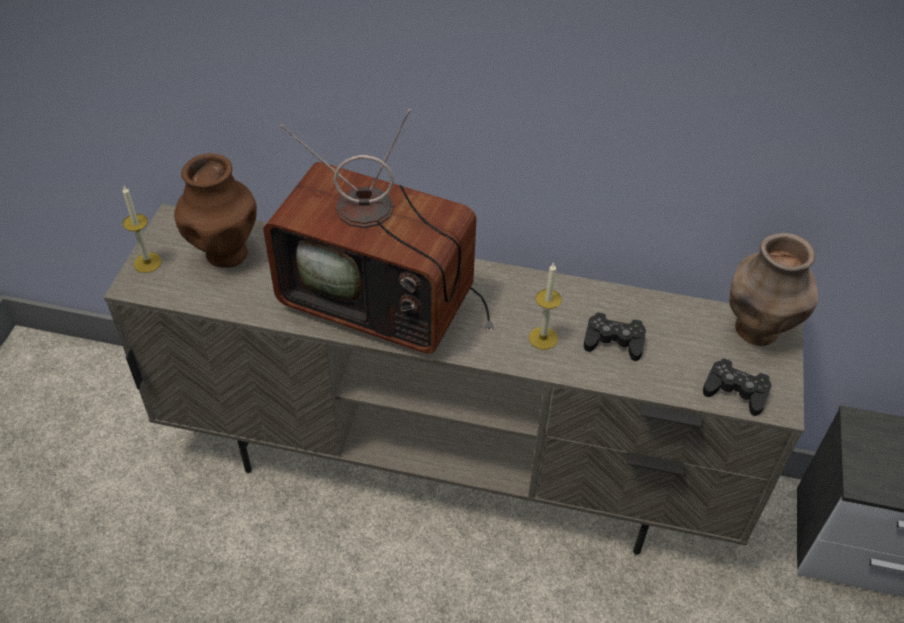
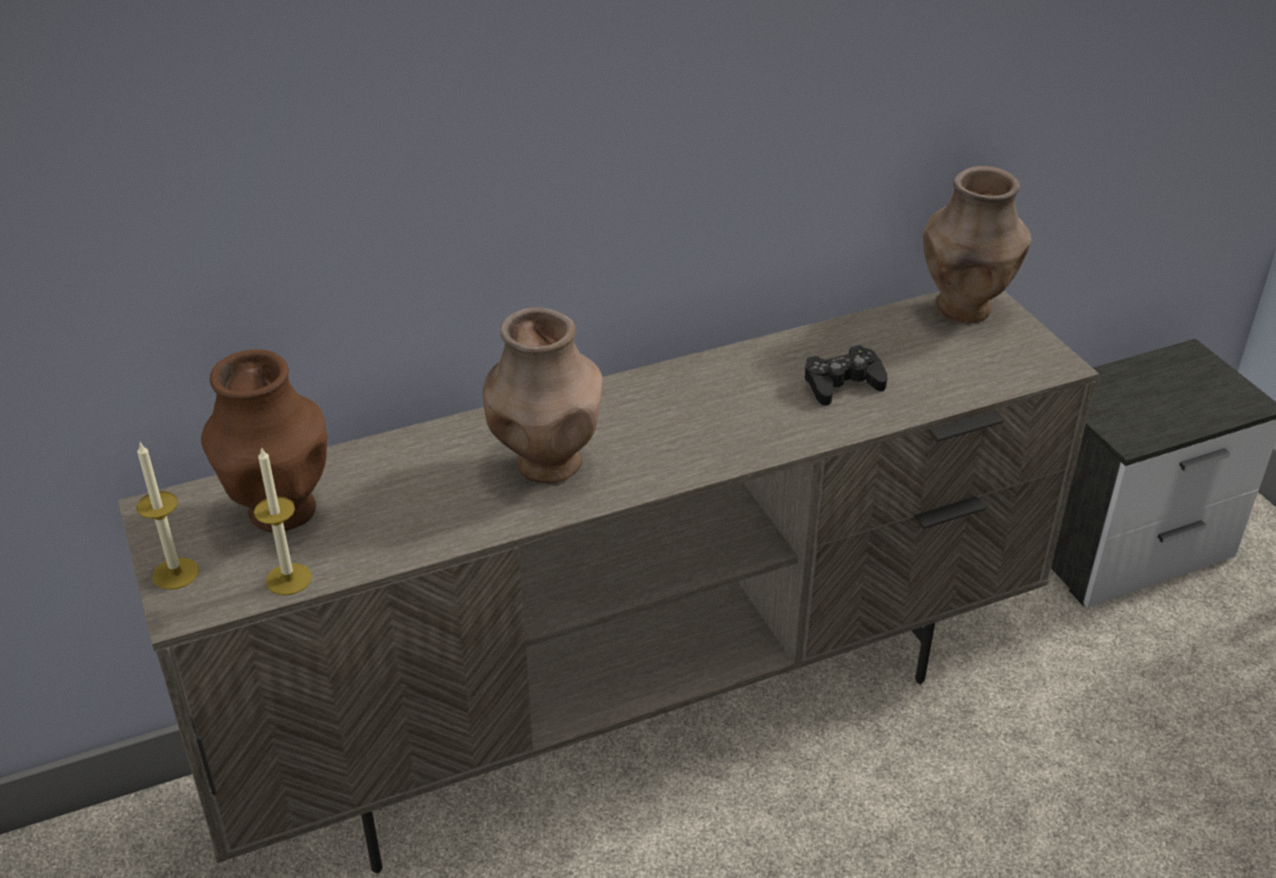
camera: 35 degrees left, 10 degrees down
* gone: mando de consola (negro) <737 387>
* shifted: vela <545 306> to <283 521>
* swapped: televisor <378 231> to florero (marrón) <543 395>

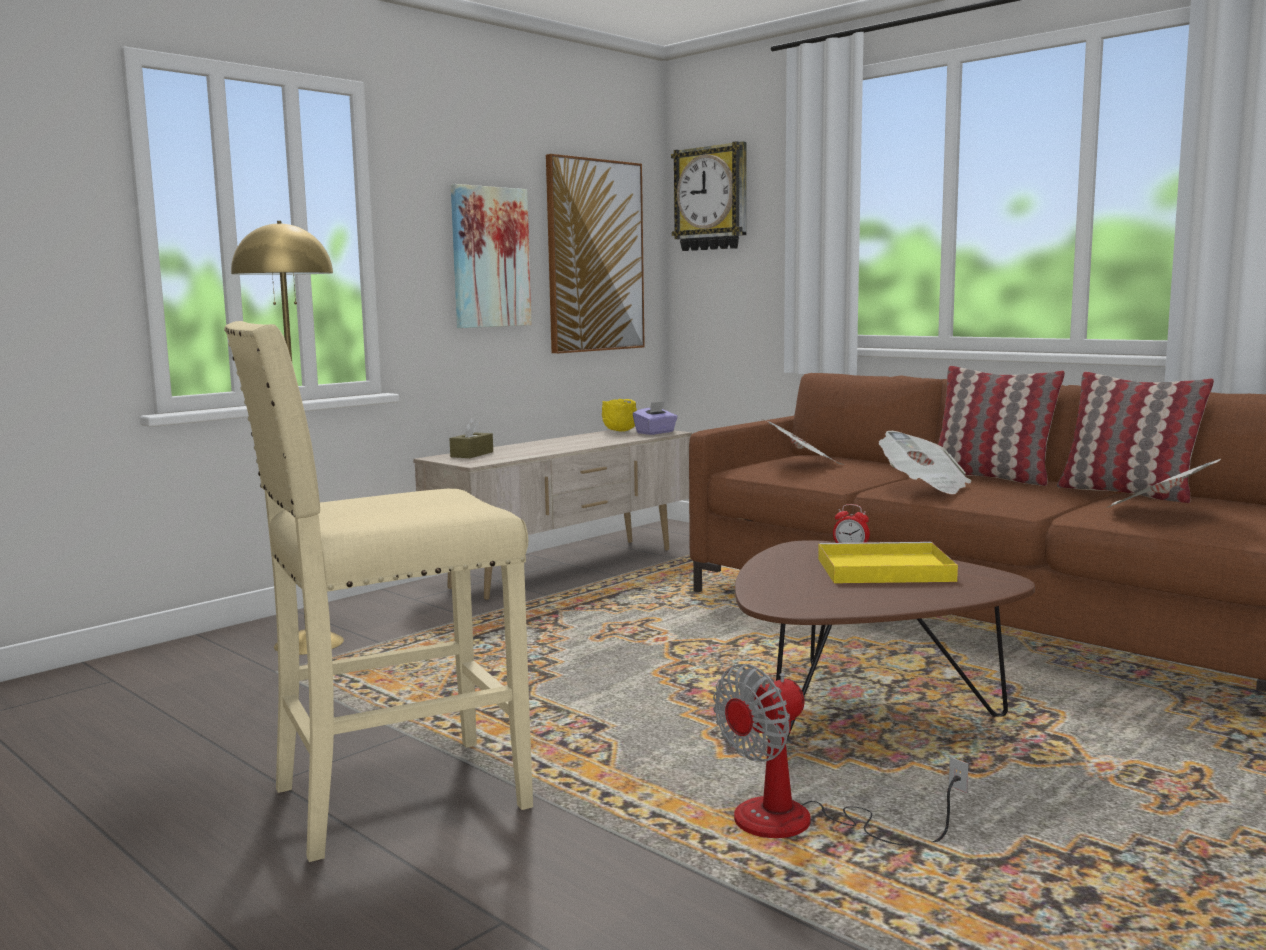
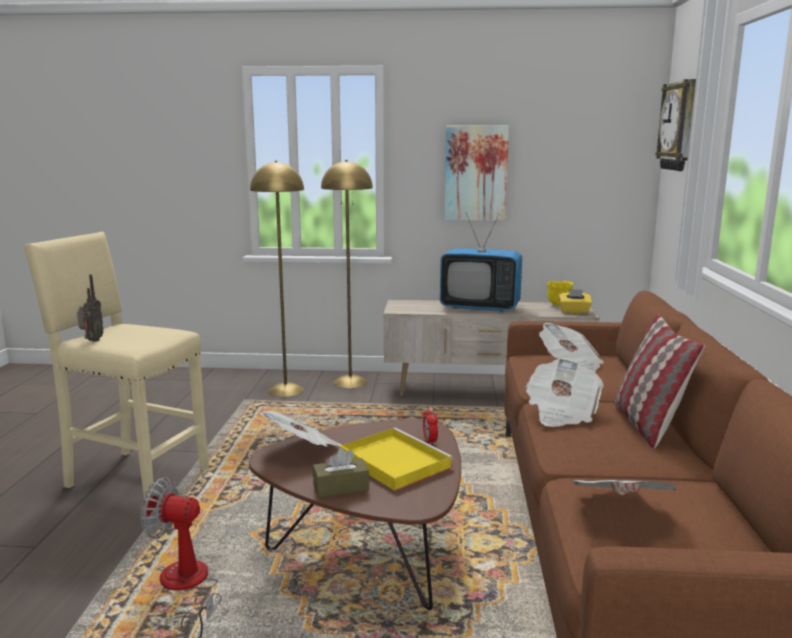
camera: 50 degrees right, 5 degrees up
* gone: cuadro <595 254>
* gone: cojín <1135 437>
* new: radio <90 308>
* new: periódico <300 429>
* new: lámpara de pie (amarillo) <347 274>
* new: televisor <481 262>
* shifted: caja de pañuelos (marrón) <471 437> to <341 473>
* repainted: caja de pañuelos (morado) <655 418> to caja de pañuelos (amarillo) <575 301>

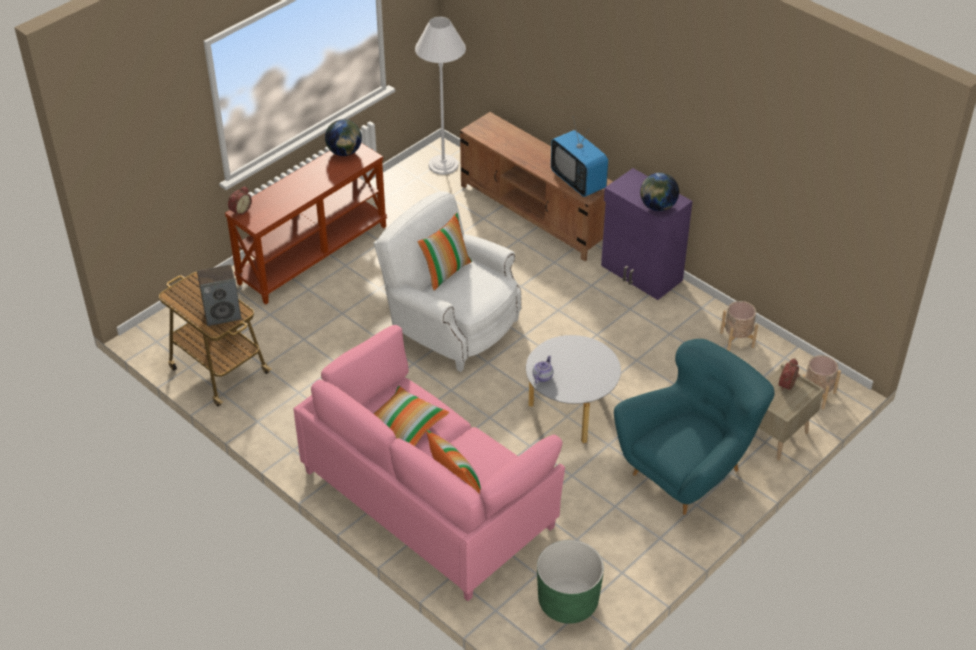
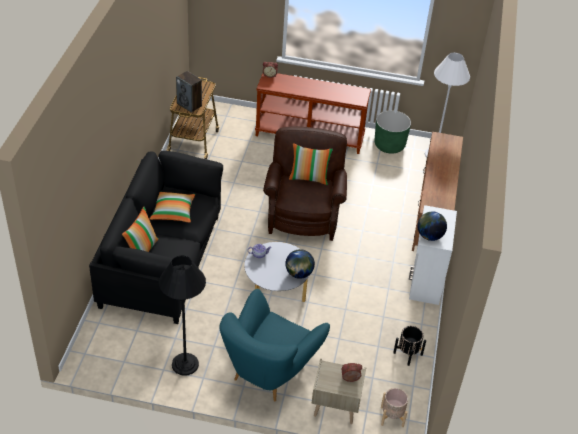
camera: 55 degrees right, 0 degrees up
* gone: televisor <579 156>
* new: lámpara de pie (negro) <182 315>
* shifted: globo terráqueo <343 137> to <300 264>
* shifted: maceta (verde) <570 582> to <392 132>
* repainted: sofá (rosa) <429 463> to sofá (negro) <156 237>
* repainted: sillón (blanco) <447 281> to sillón (marrón) <305 183>
* repainted: armario (morado) <647 234> to armario (blanco) <433 255>
* repainted: maceta (beis) <739 326> to maceta (negro) <409 346>
* rotated: sillón (turquesa) <694 427> = <274 345> 105 degrees clockwise

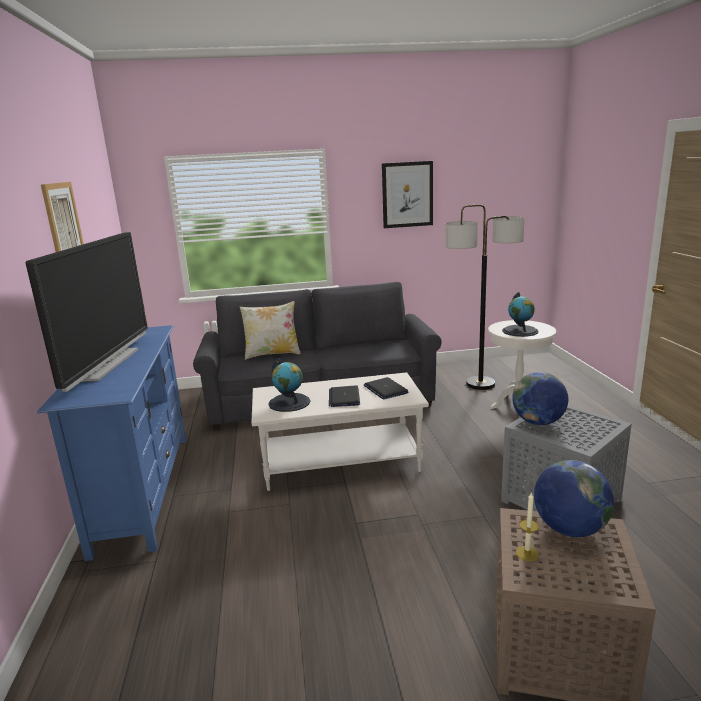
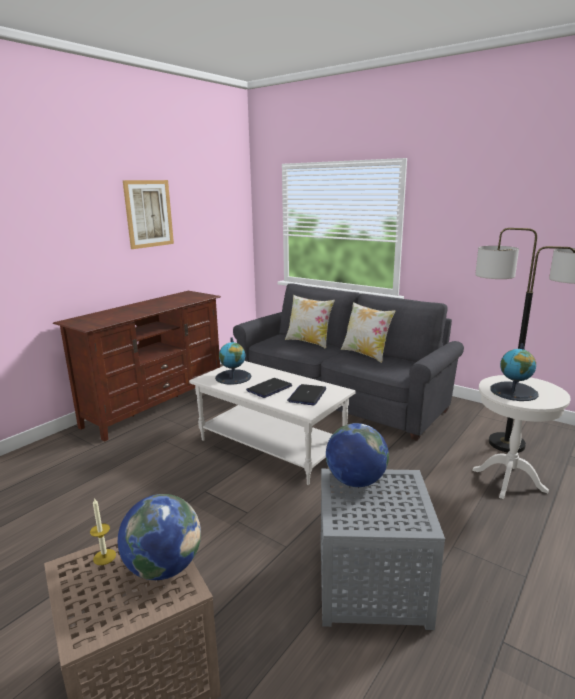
camera: 45 degrees right, 0 degrees up
* gone: televisor <87 312>
* gone: cuadro <407 194>
* new: cojín <368 332>
* repainted: mueble de televisión (azul) <111 443> to mueble de televisión (marrón) <137 366>

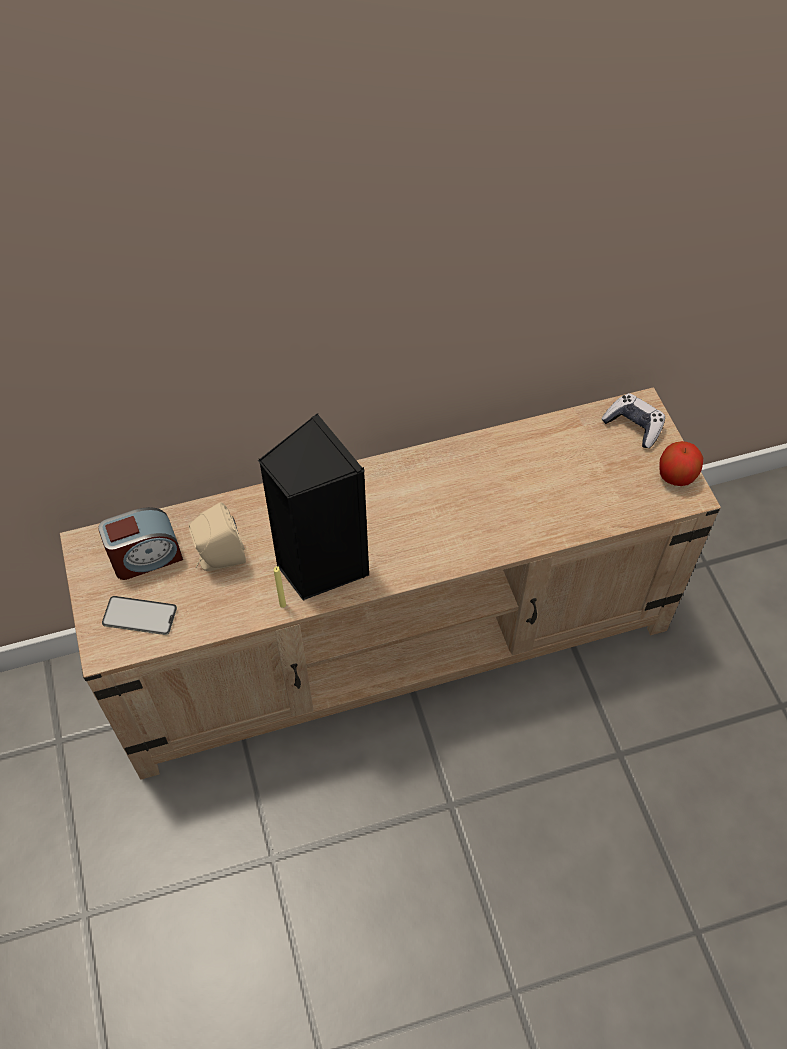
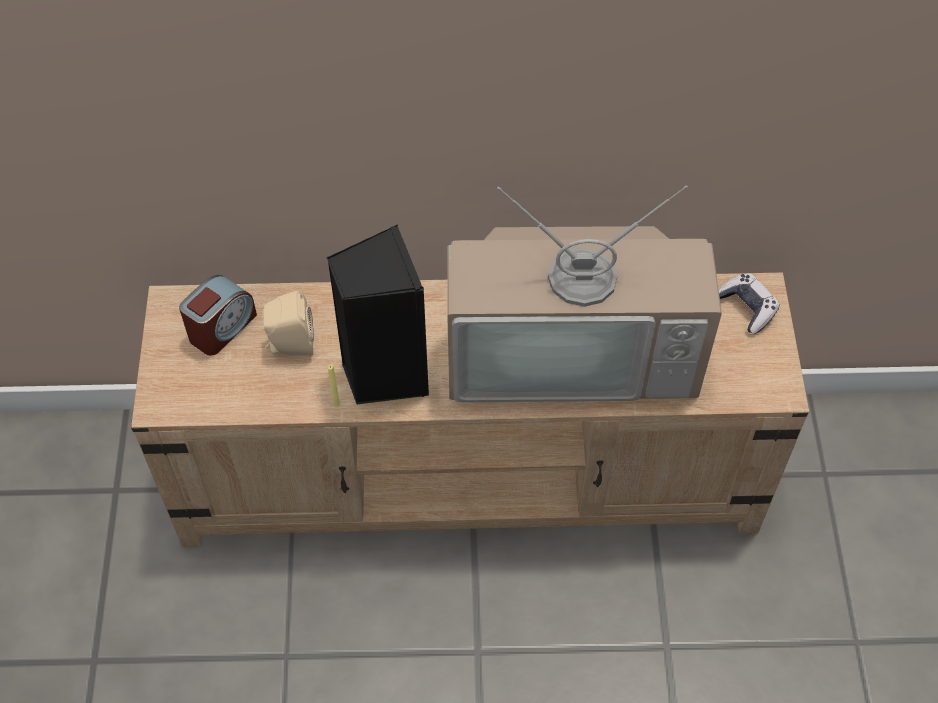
camera: 15 degrees right, 0 degrees up
* gone: móvil <139 615>
* gone: manzana <681 463>
* new: televisor <584 293>
* rotated: despertador <140 543> = <218 315> 45 degrees counterclockwise

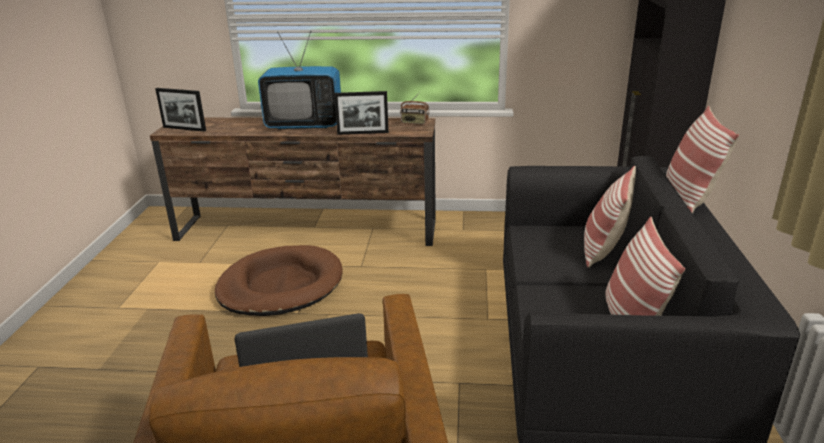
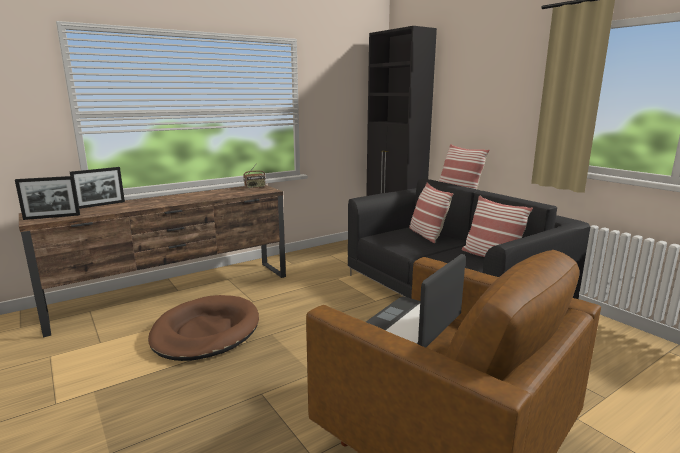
camera: 40 degrees left, 10 degrees down
* gone: televisor <299 80>
* shifted: portarretratos <361 113> to <97 188>

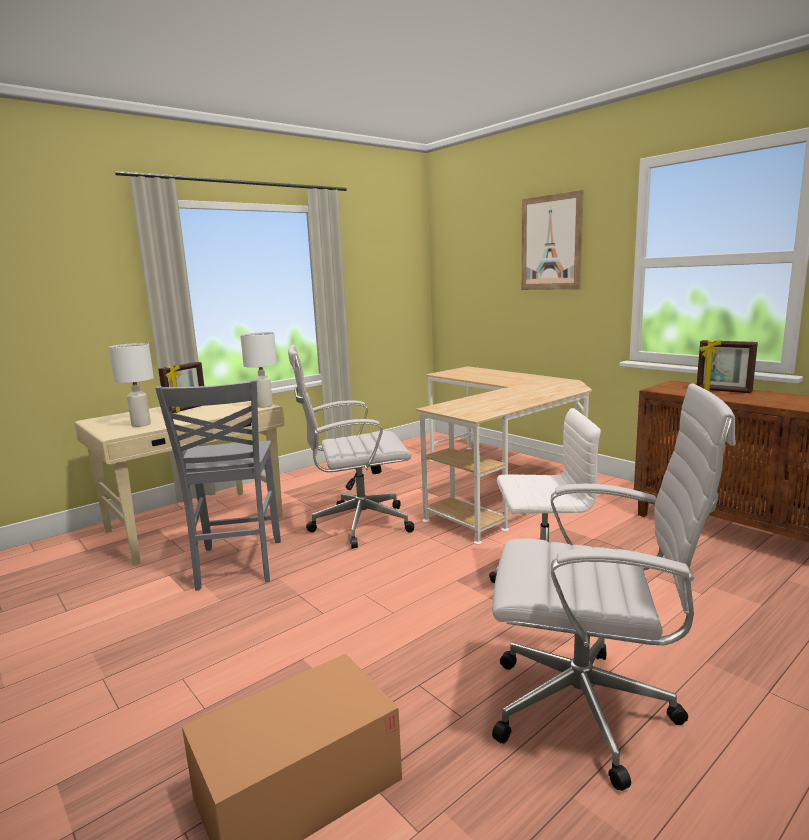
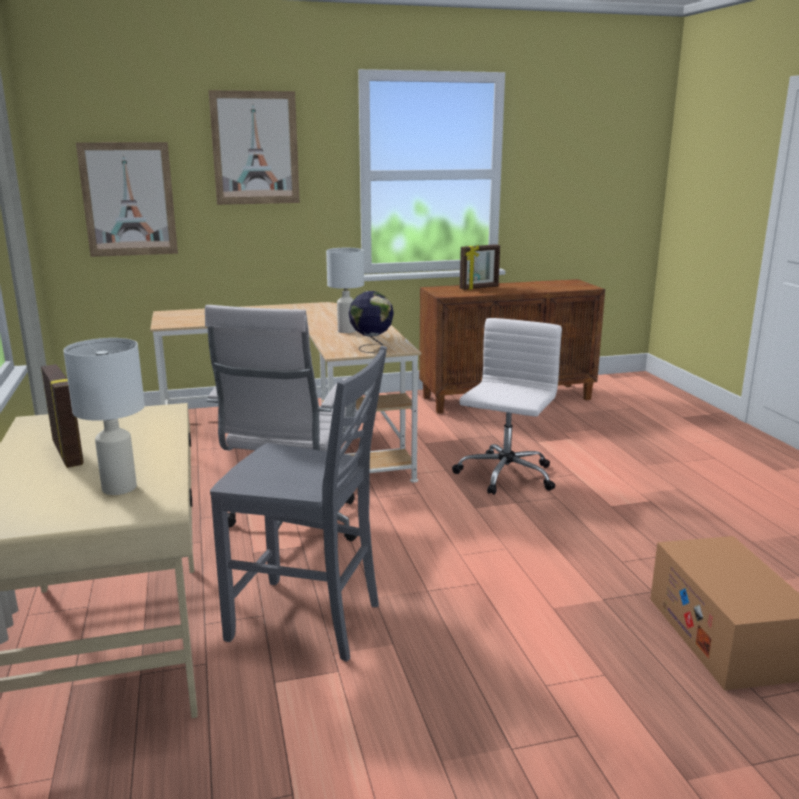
camera: 65 degrees left, 5 degrees up
* gone: silla de oficina (blanco) <614 587>
* new: cuadro <127 199>
* new: globo terráqueo <371 322>
* shifted: lámpara de mesa (blanco) <258 370> to <345 290>

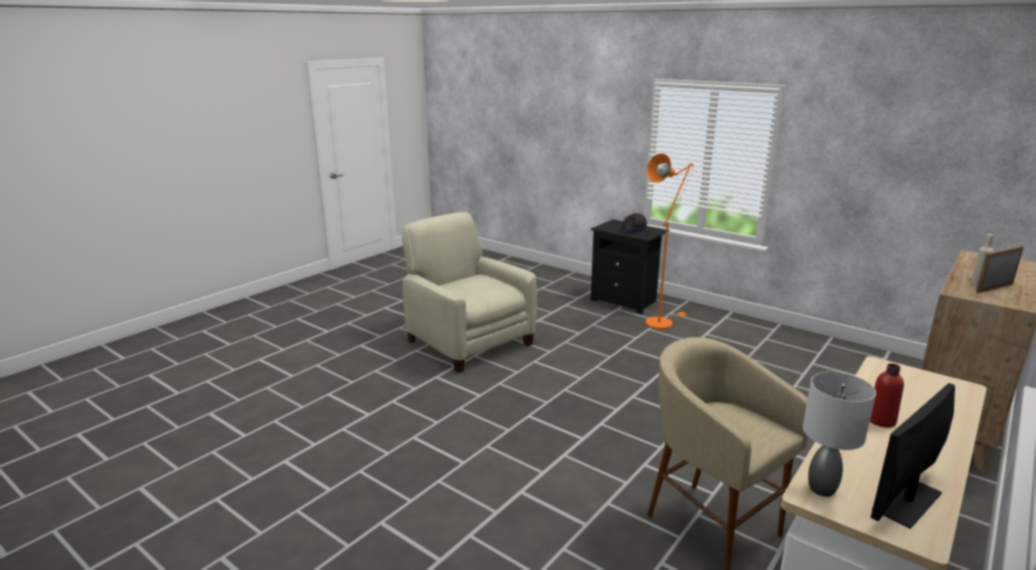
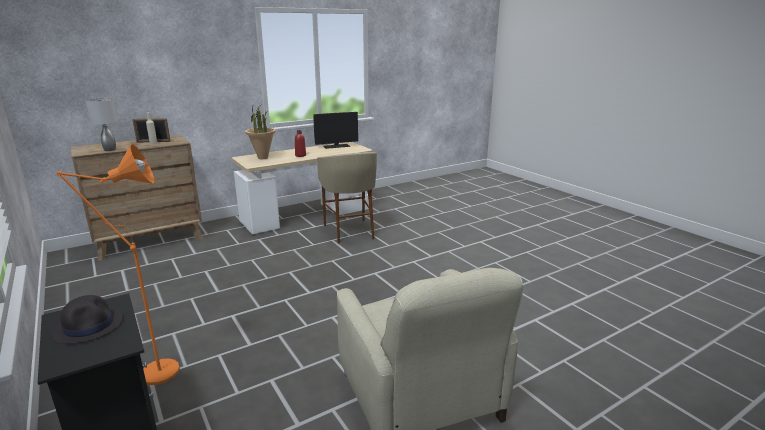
camera: 160 degrees left, 0 degrees up
* new: planta en maceta <260 132>
* shifted: lámpara de mesa (gris) <839 434> to <101 124>

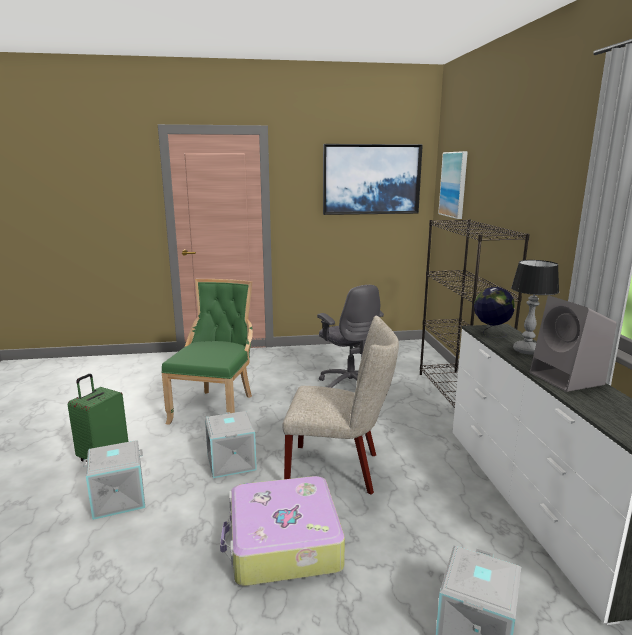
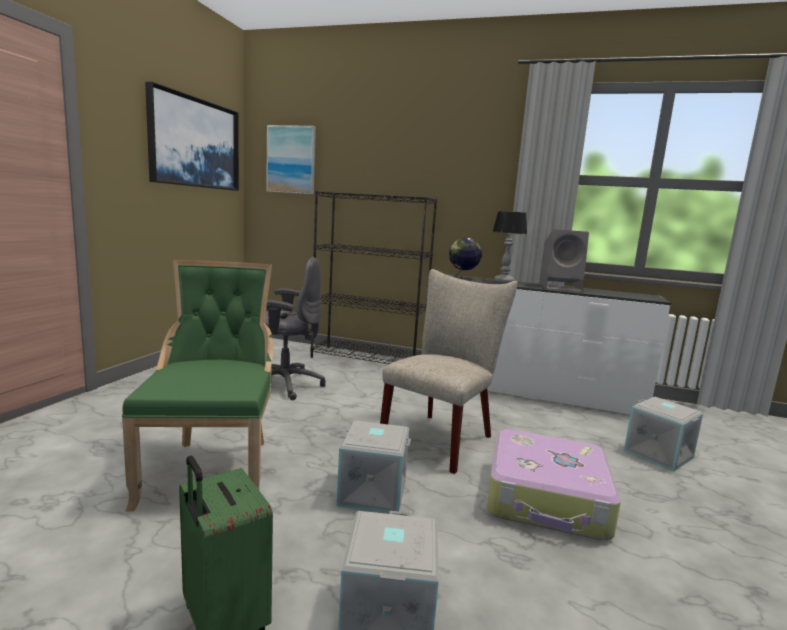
camera: 65 degrees left, 5 degrees down
* rotated: silla (verde) <207 352> = <198 385> 45 degrees clockwise

